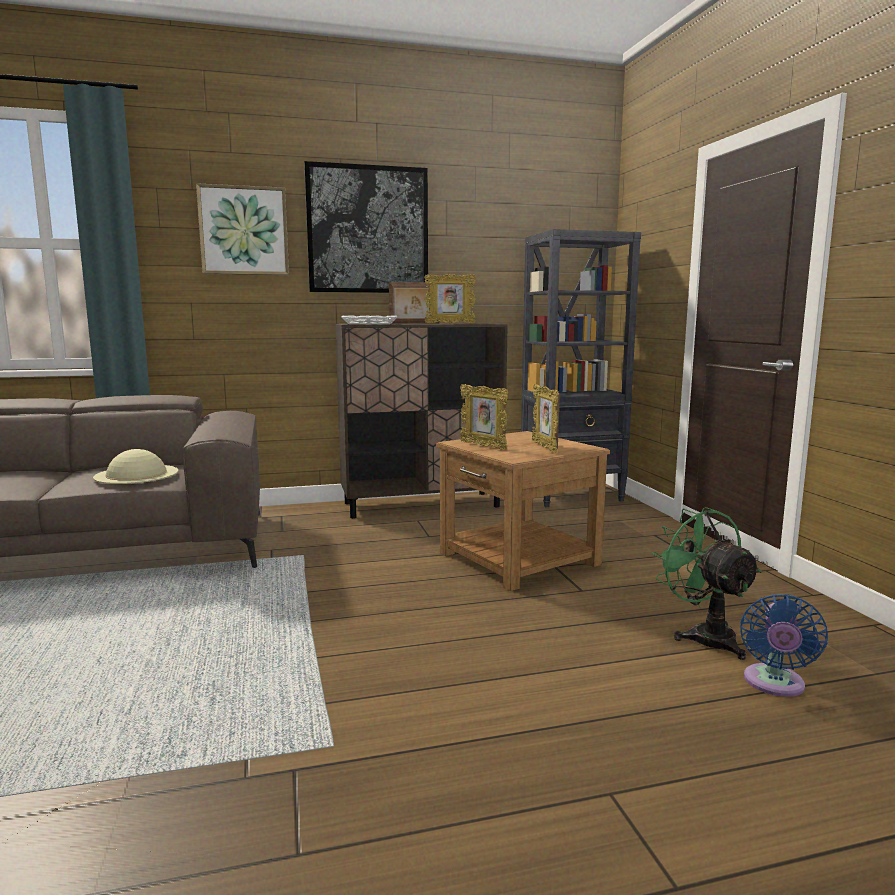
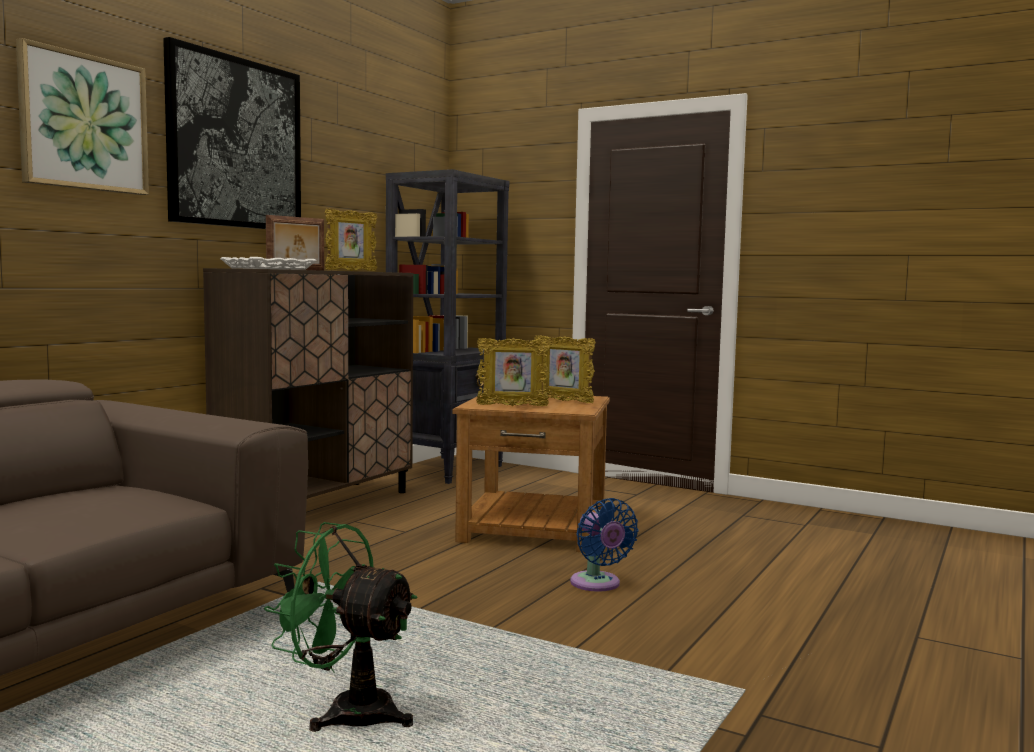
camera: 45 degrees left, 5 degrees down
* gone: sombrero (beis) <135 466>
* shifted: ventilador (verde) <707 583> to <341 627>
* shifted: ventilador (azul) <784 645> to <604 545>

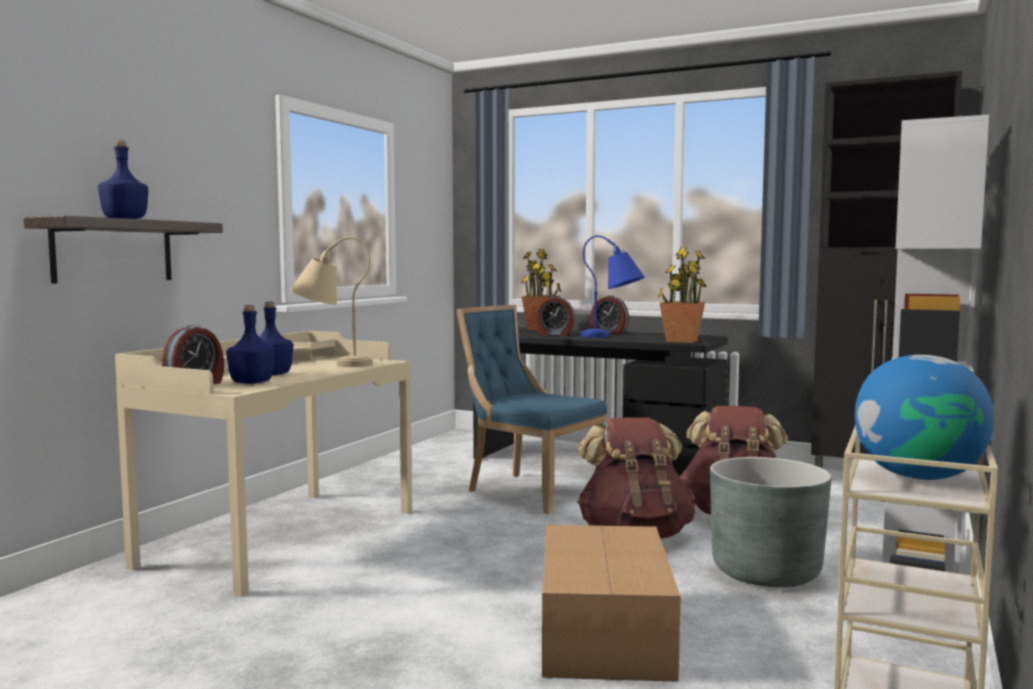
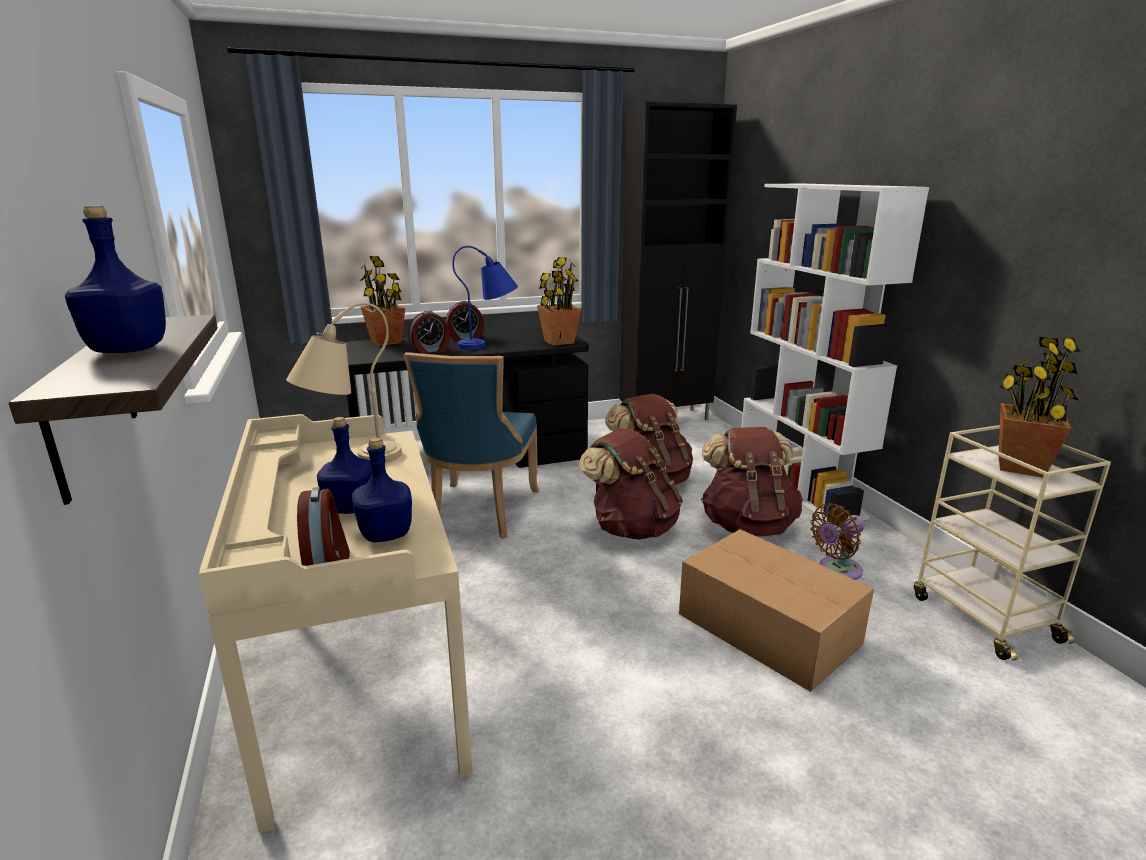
camera: 45 degrees left, 15 degrees up
* new: ventilador (marrón) <837 541>
* swapped: maceta (gris) <770 522> to mochila (marrón) <752 481>
* swapped: globo terráqueo <924 417> to planta en maceta <1039 407>
* rotated: silla (azul) <532 410> = <471 445> 75 degrees counterclockwise

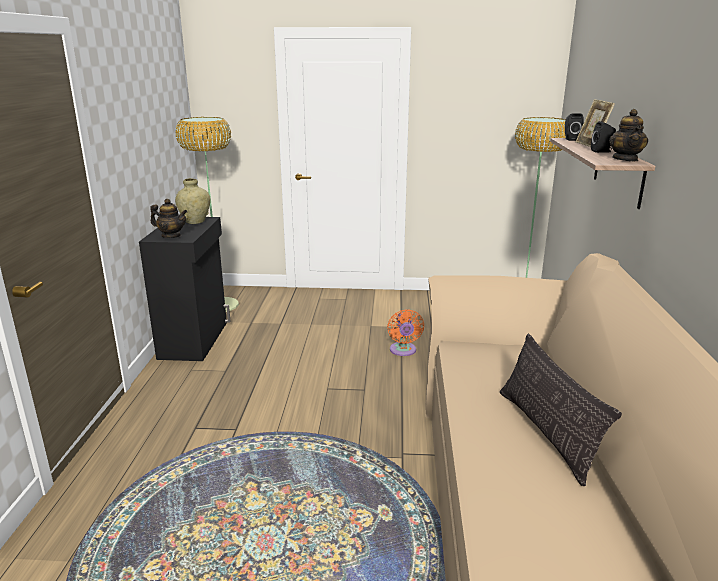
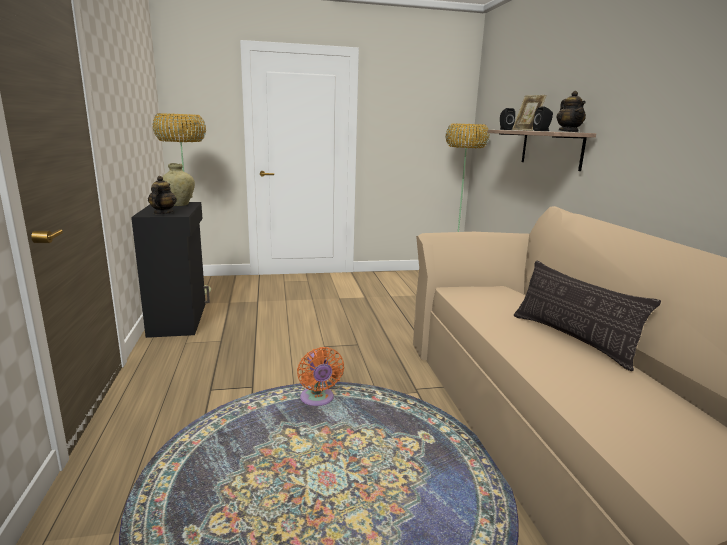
camera: 15 degrees left, 5 degrees down
* shifted: ventilador (naranja) <405 332> to <320 376>
* rotated: tetera <168 218> = <162 195> 90 degrees counterclockwise

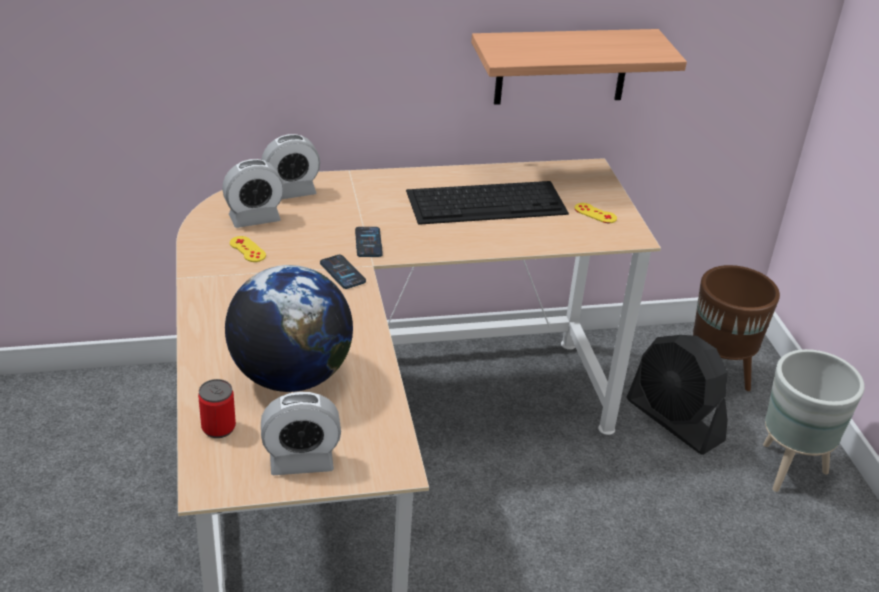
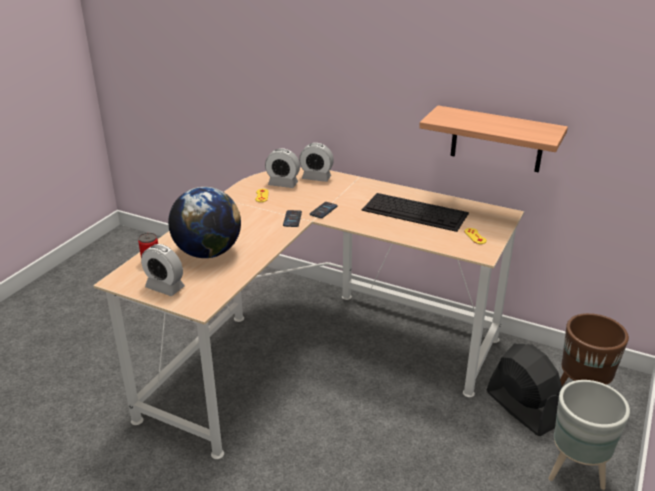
camera: 40 degrees right, 5 degrees down
* rotated: ventilador (negro) <677 395> = <524 390> 150 degrees clockwise

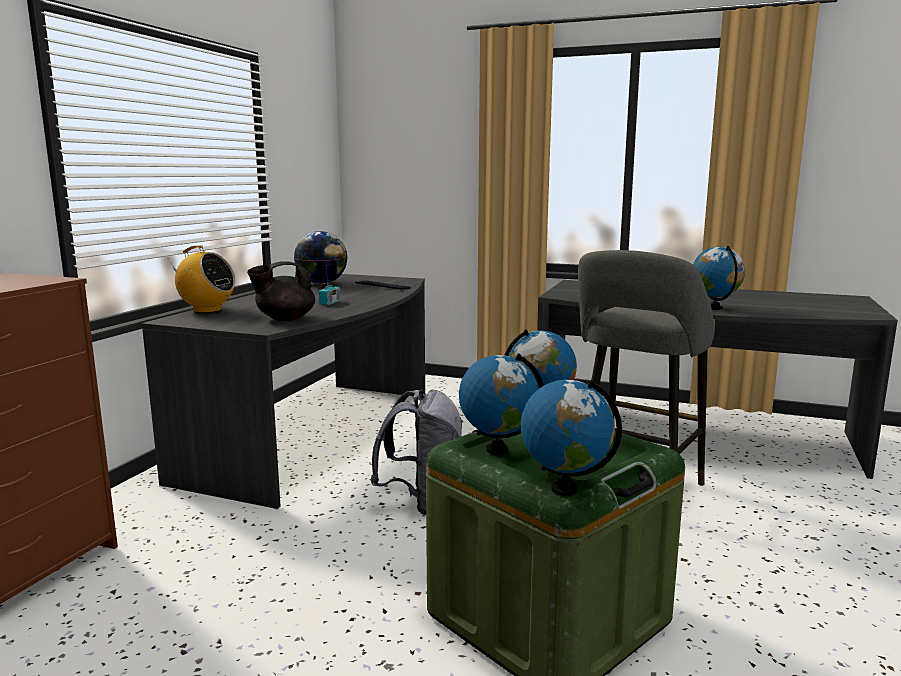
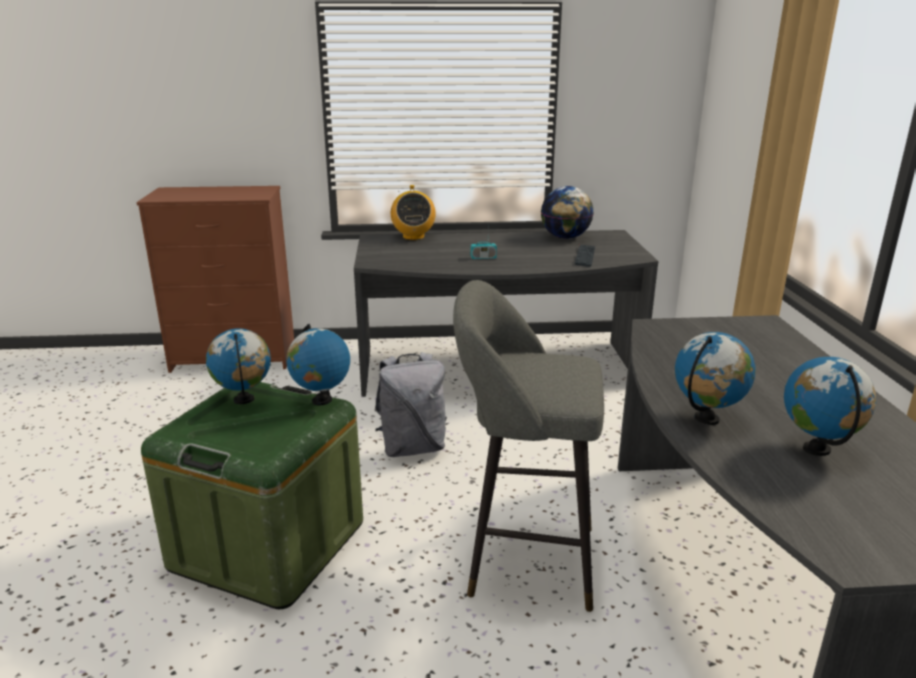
camera: 65 degrees right, 10 degrees up
* gone: tetera (negro) <281 291>
* shifted: globo terráqueo <571 438> to <830 406>

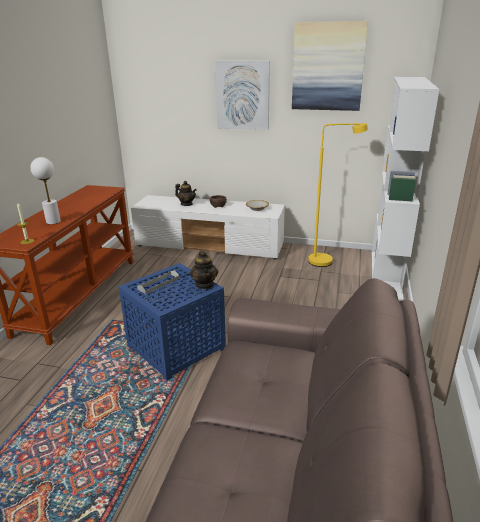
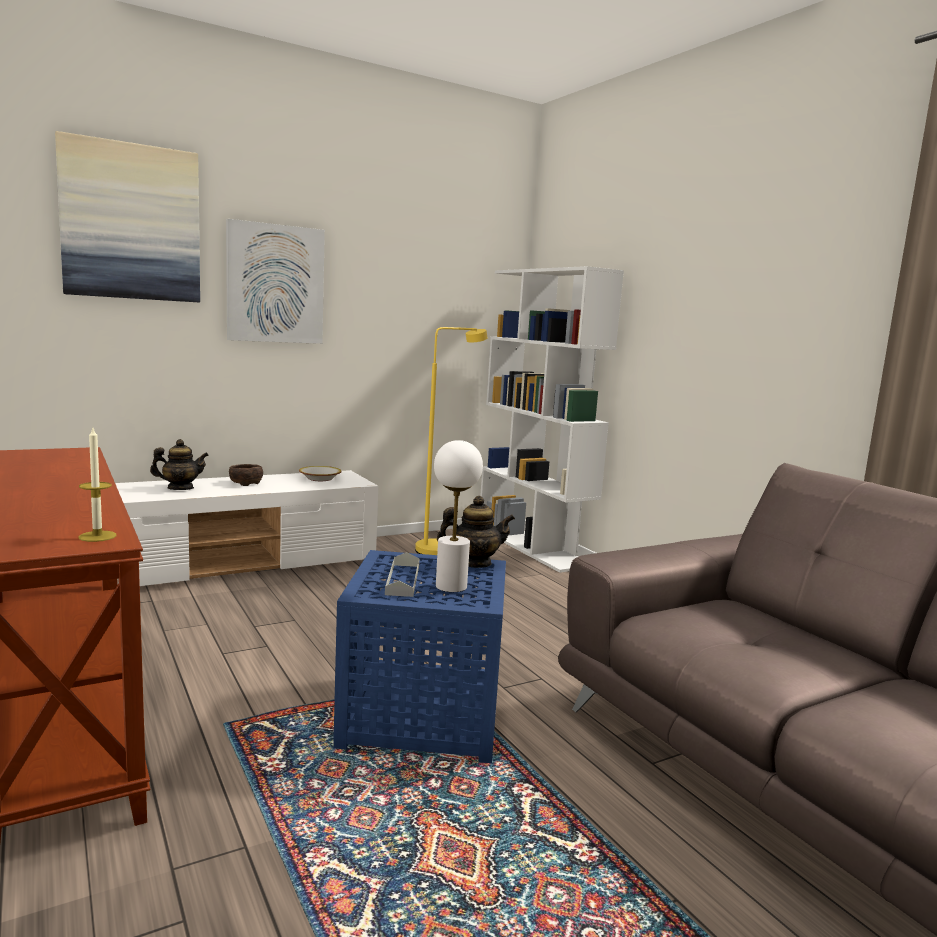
camera: 45 degrees left, 15 degrees down
* shifted: lámpara de mesa (blanco) <45 190> to <458 516>
* shifted: cuadro <330 66> to <127 216>
* rotated: tetera <204 270> = <476 532> 45 degrees counterclockwise

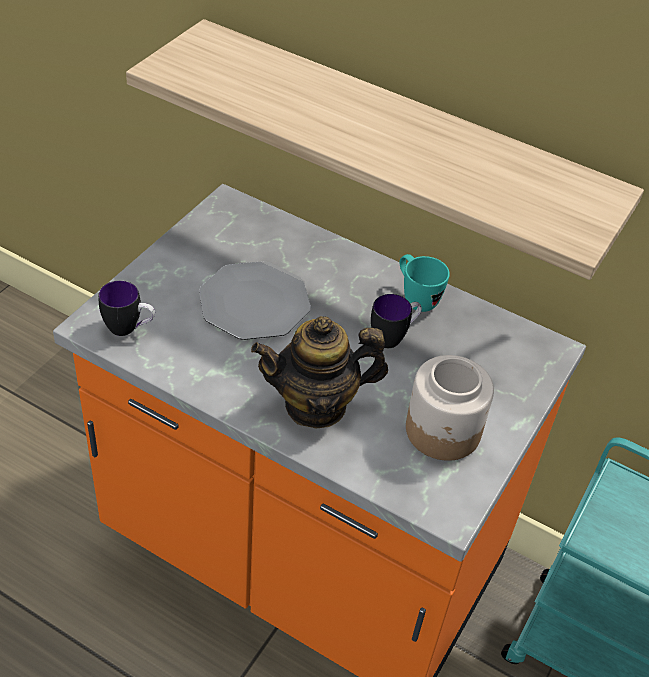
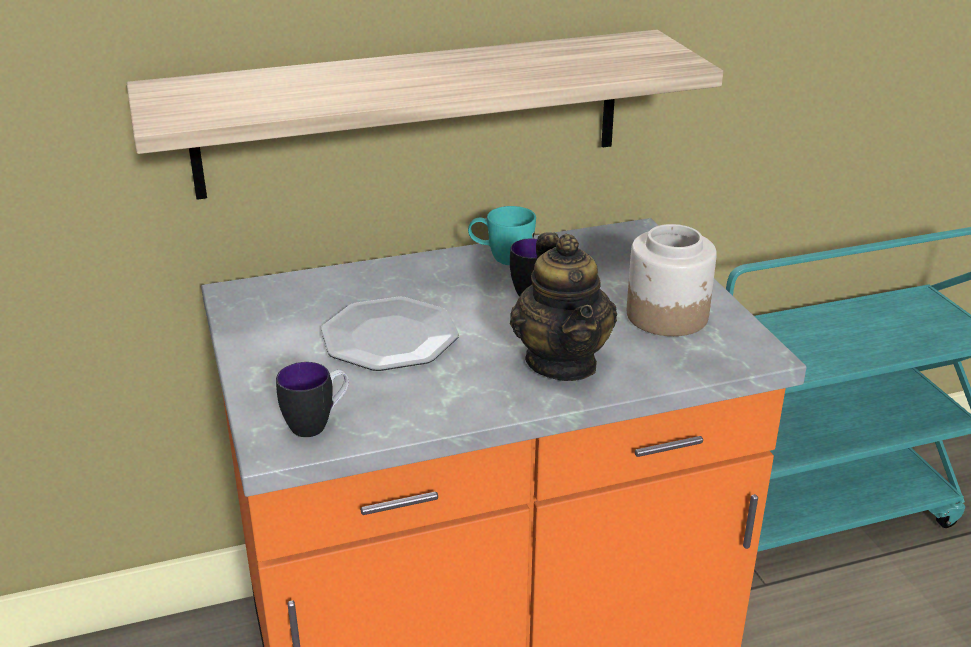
camera: 45 degrees left, 15 degrees down
* rotated: tetera <319 372> = <563 307> 45 degrees counterclockwise

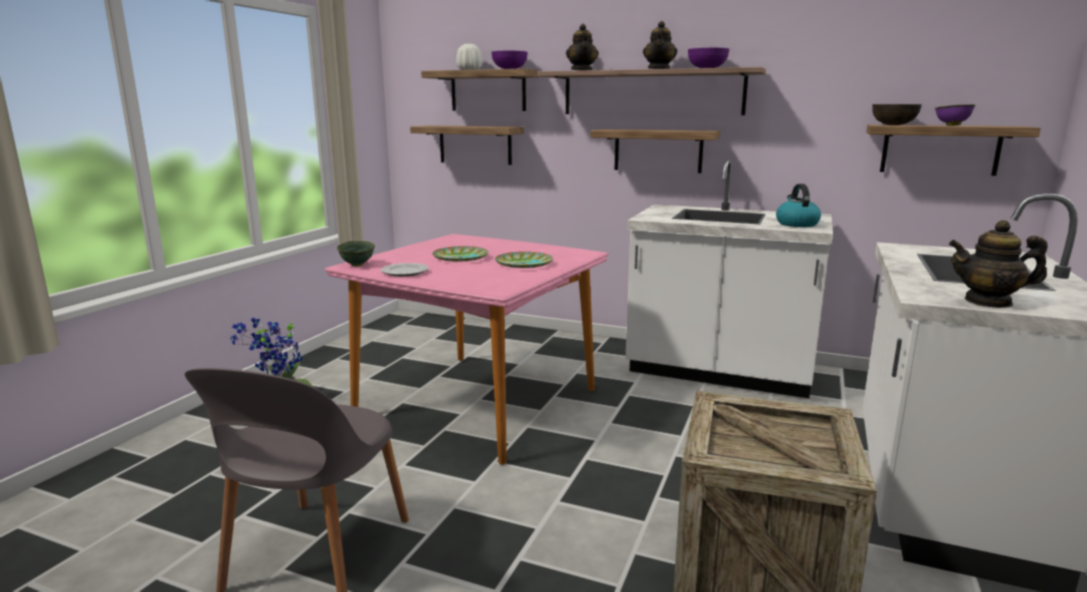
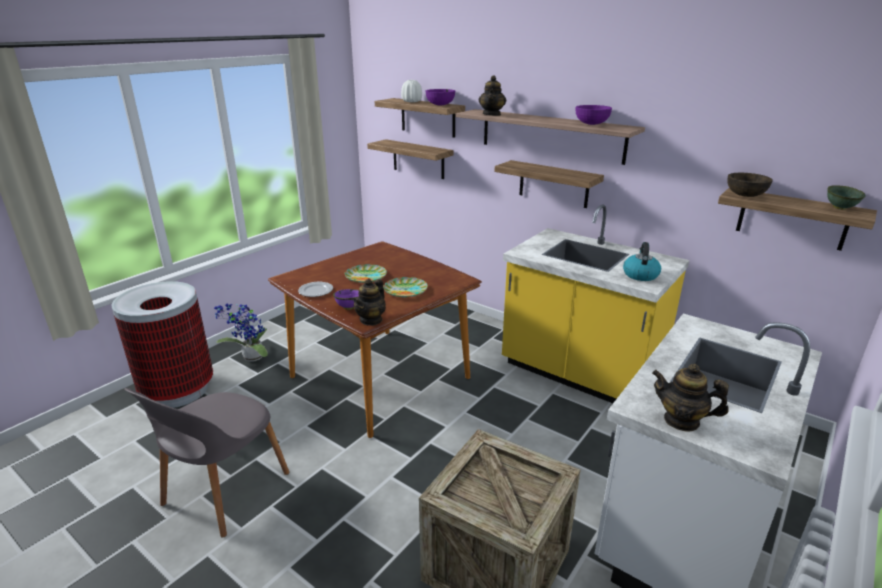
camera: 15 degrees right, 10 degrees up
* new: papelera <162 344>
* shifted: cuenco (verde) <356 253> to <846 197>
* shifted: tetera <660 45> to <369 302>
* shifted: cuenco (morado) <955 115> to <346 299>
* repainted: mesa de comedor (rosa) <467 349> to mesa de comedor (marrón) <375 340>
* repainted: mueble bajo de cocina (blanco) <729 279> to mueble bajo de cocina (amarillo) <596 303>

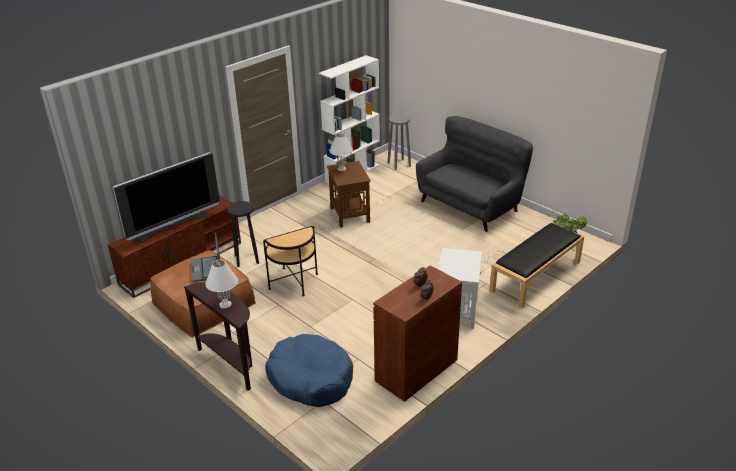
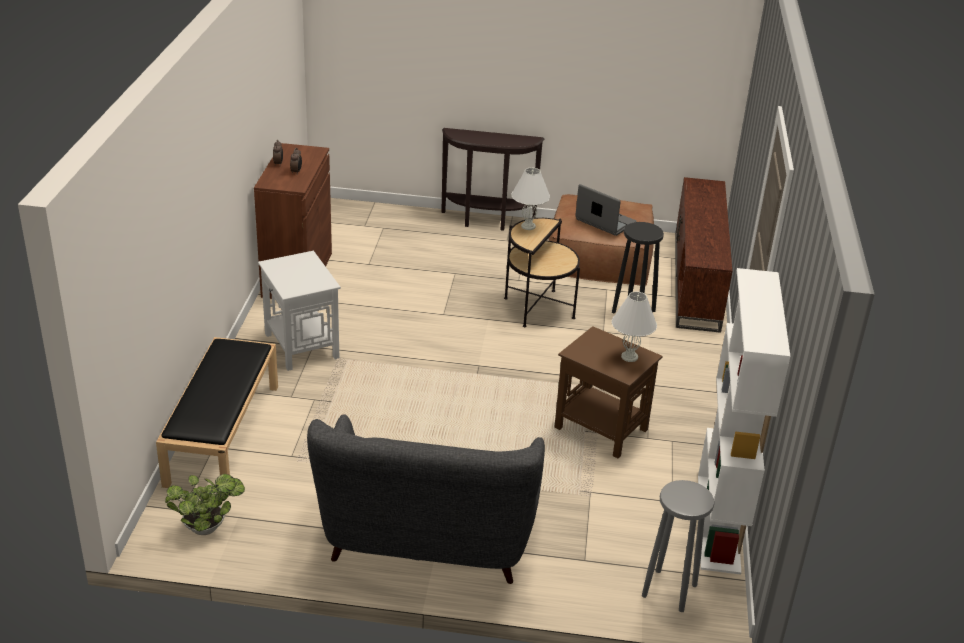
camera: 140 degrees right, 0 degrees up
* gone: televisor <166 196>
* gone: cama para perro (azul) <309 370>
* shifted: lámpara de mesa (blanco) <221 284> to <530 199>

